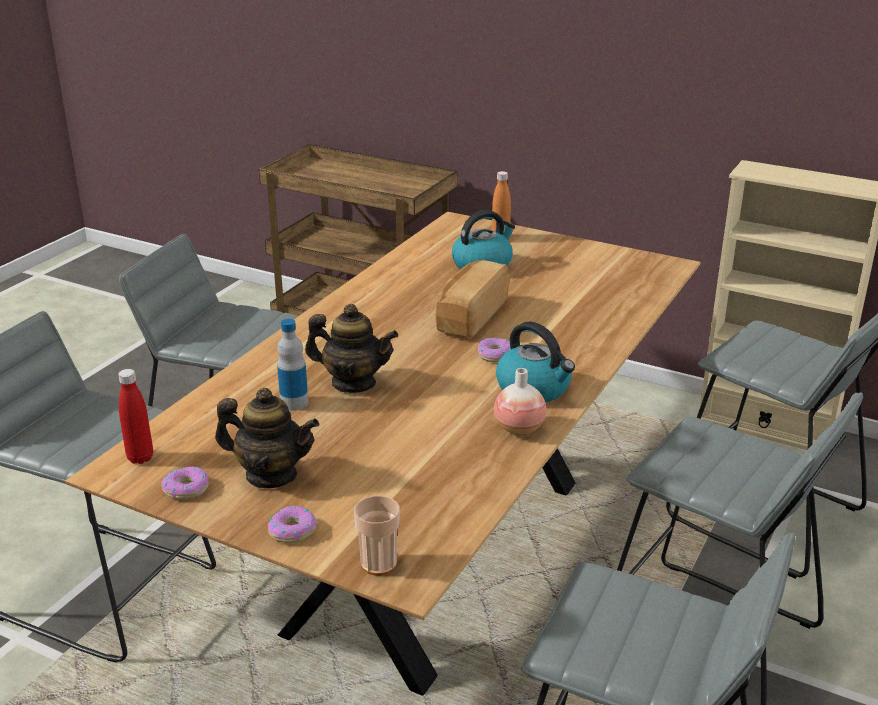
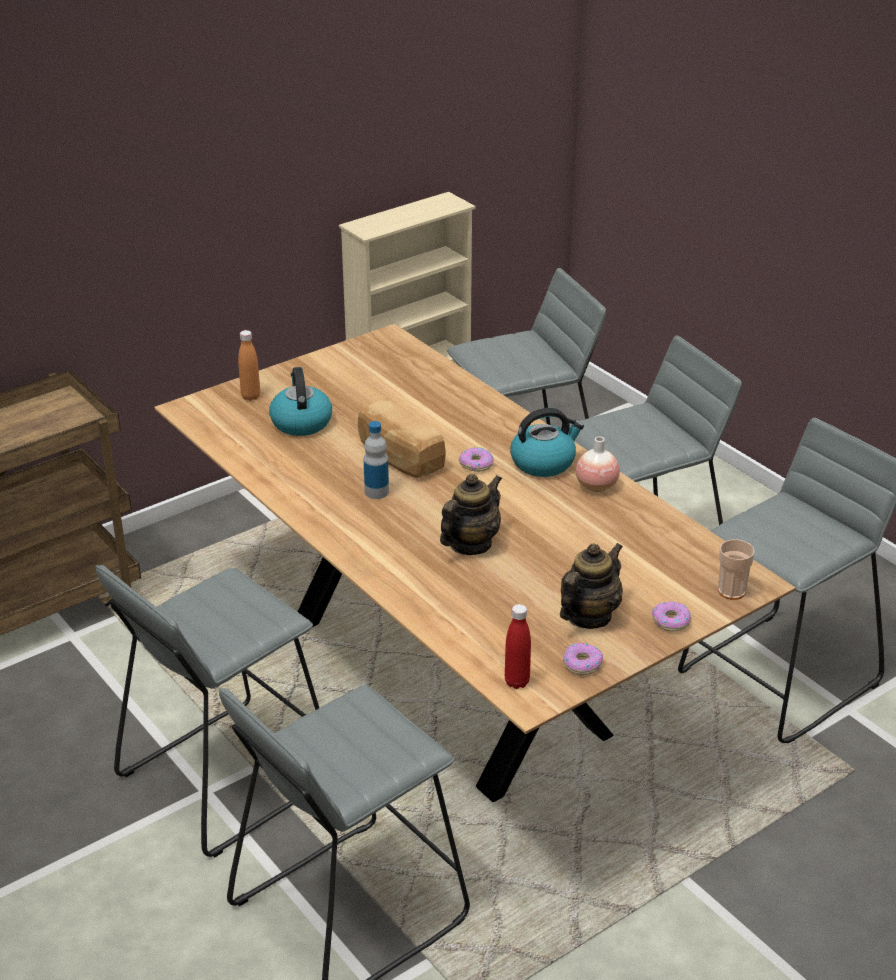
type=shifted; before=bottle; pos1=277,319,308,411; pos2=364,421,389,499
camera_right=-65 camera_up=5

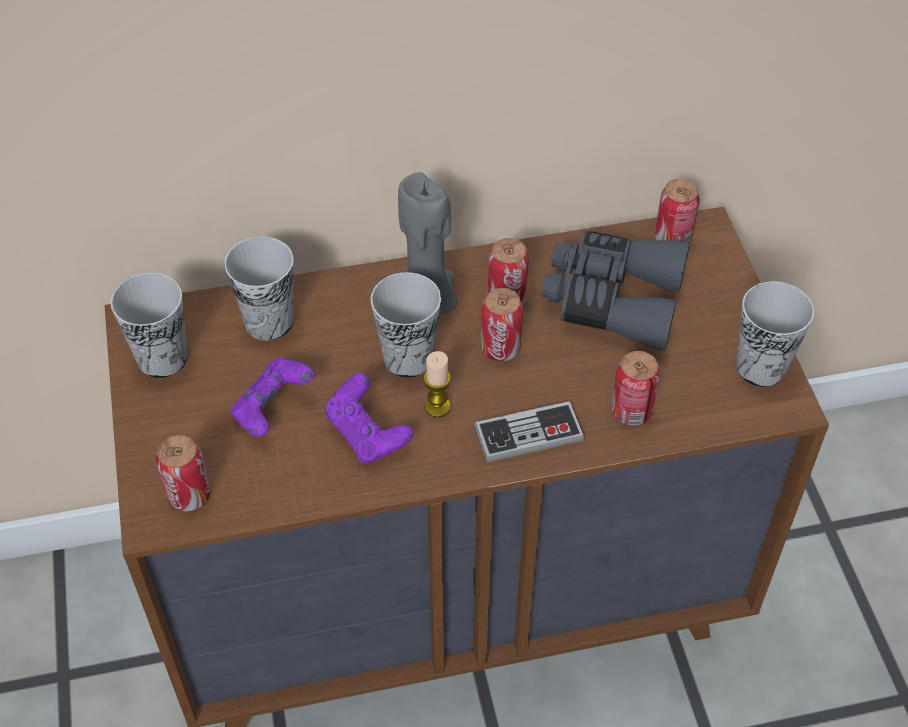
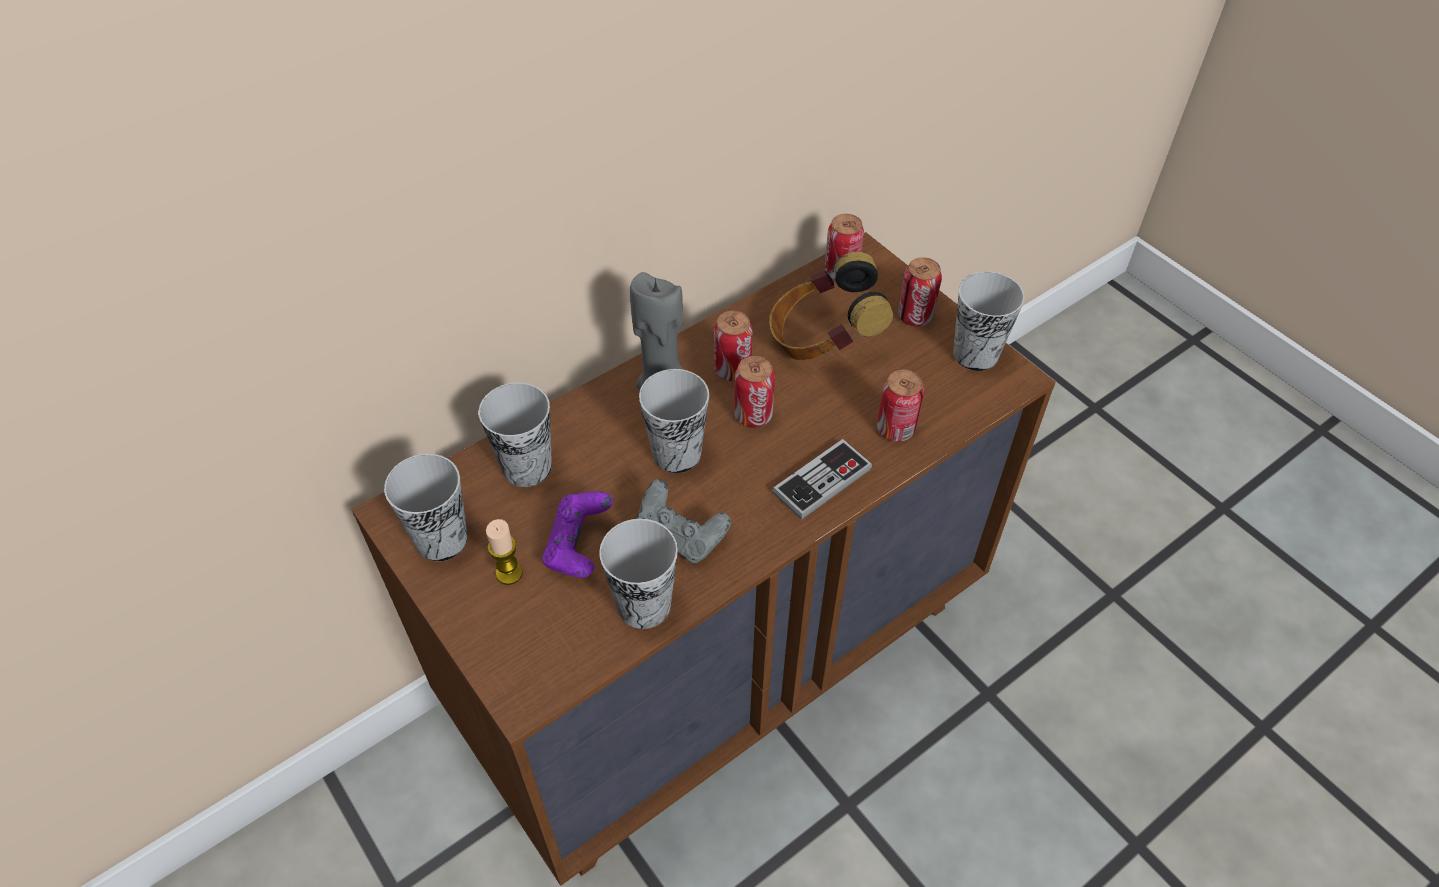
type=shifted; before=metal can; pos1=156,435,210,512; pos2=898,257,942,326
type=repainted; before=purplish game controller; after=grey game controller; pos1=325,373,413,464; pos2=637,479,731,563
type=shifted; before=wax light; pos1=424,351,451,418; pos2=486,519,523,585
type=swapped; before=grey field glasses; after=pair of headphones; pos1=541,231,690,351; pos2=769,252,893,360
type=new; after=small cup; pos2=599,519,678,629
camera_right=-25 camera_up=0

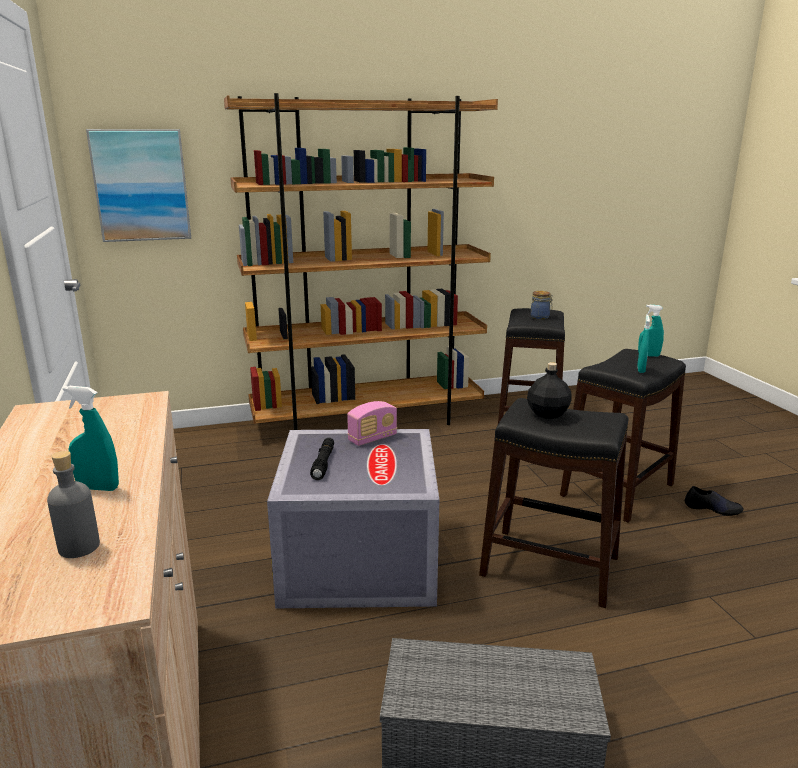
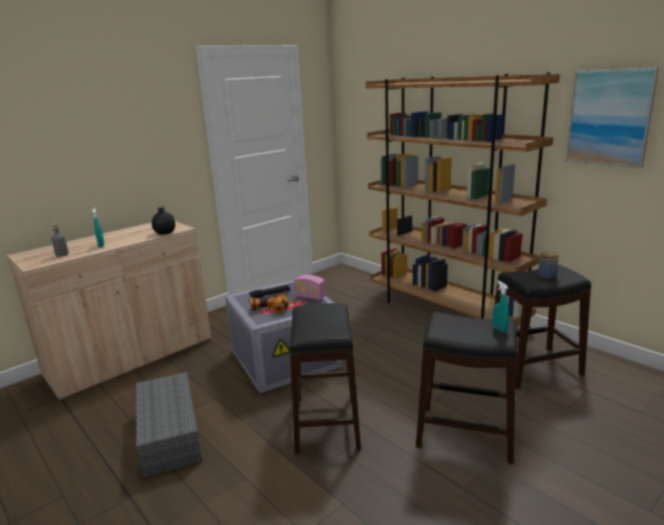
type=shifted; before=wall art; pos1=86,129,191,242; pos2=566,67,659,168
type=shifted; before=black bottle; pos1=527,362,572,419; pos2=152,204,175,235
type=gone; before=blue-green spray bottle; pos1=637,315,650,373
type=gone; before=black item of footwear; pos1=685,486,744,516
type=new; after=power drill; pos2=250,290,289,313
camera_right=65 camera_up=0

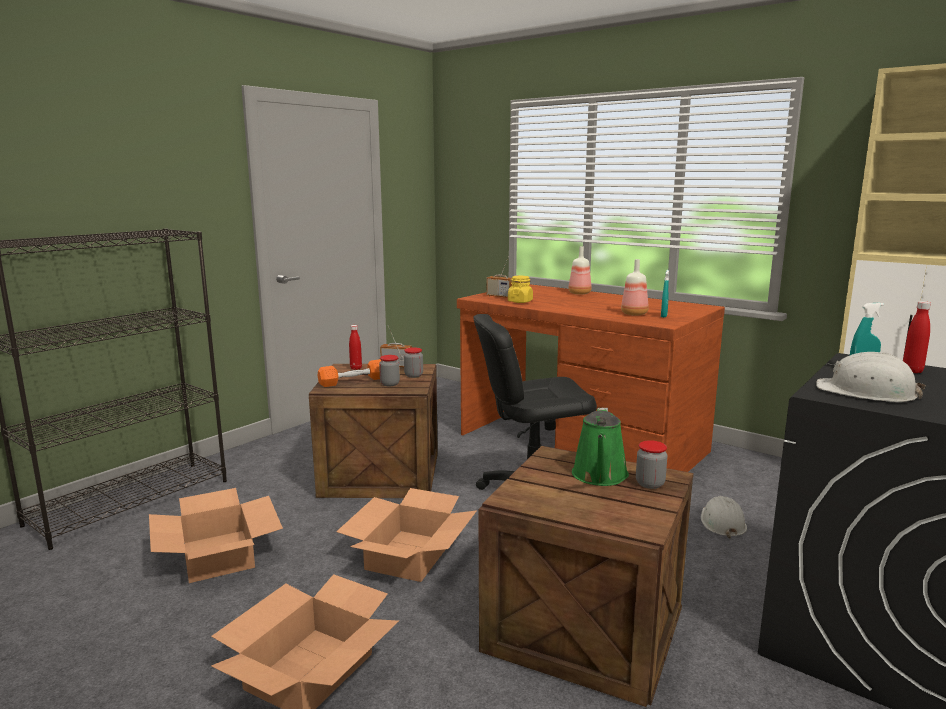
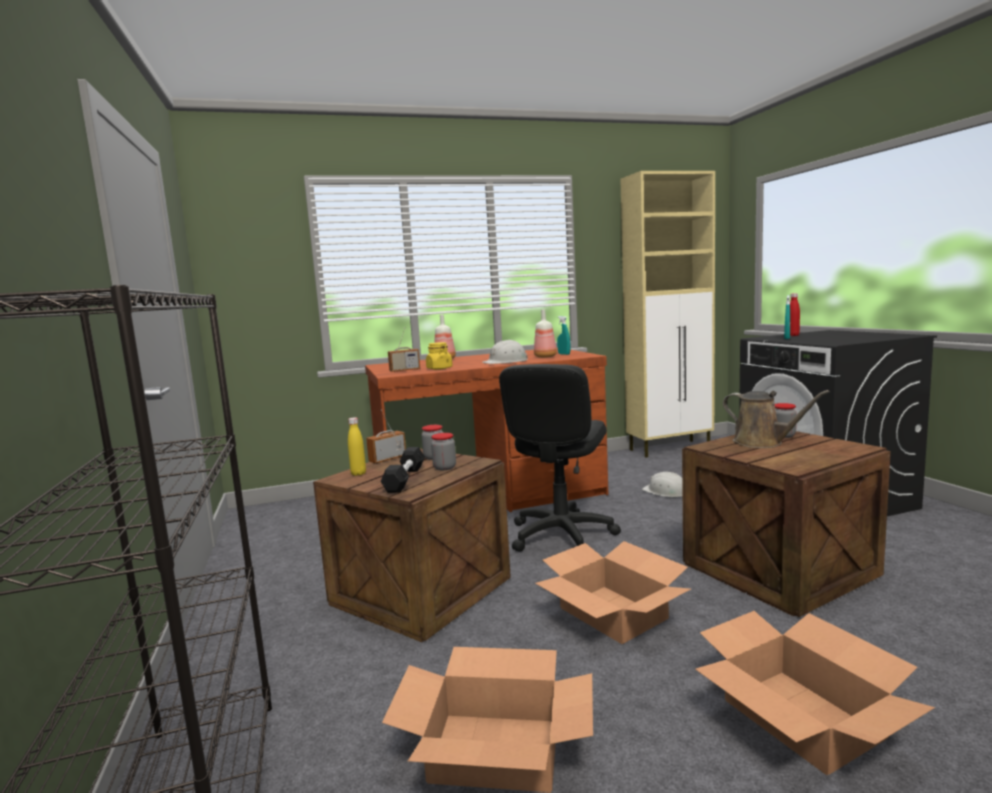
type=repainted; before=orange dumbbell; after=black dumbbell; pos1=318,359,381,387; pos2=381,447,425,493
type=repainted; before=red bottle; after=yellowish bottle; pos1=349,325,362,370; pos2=348,417,366,476
type=repainted; before=greenish watering can; after=brown-coloured watering can; pos1=572,408,629,486; pos2=723,390,830,448
type=shifted; before=white hard hat; pos1=816,352,926,402; pos2=482,340,528,364
camera_right=-55 camera_up=-5

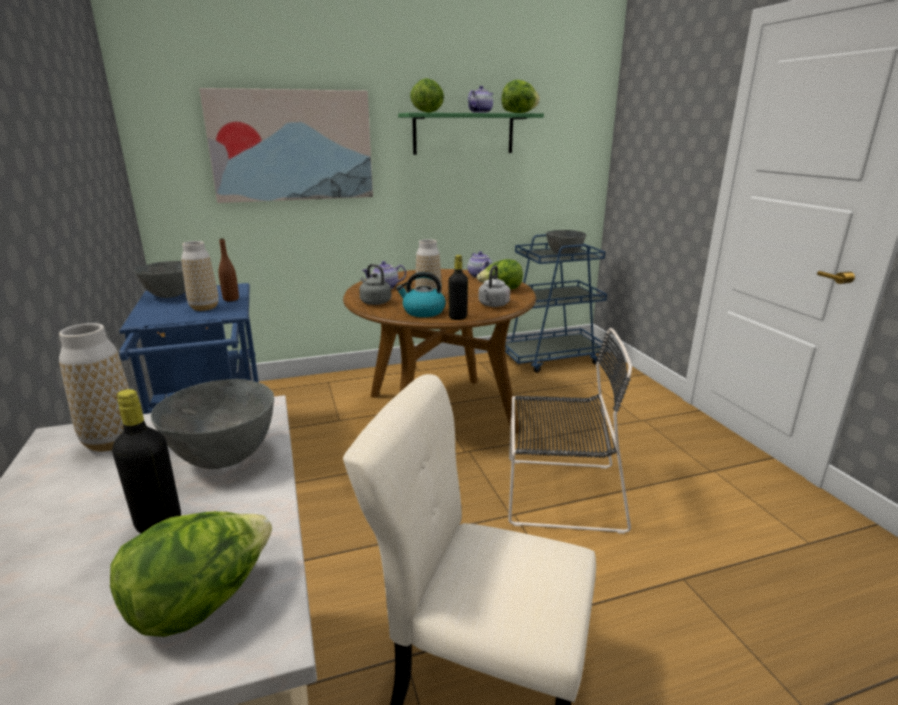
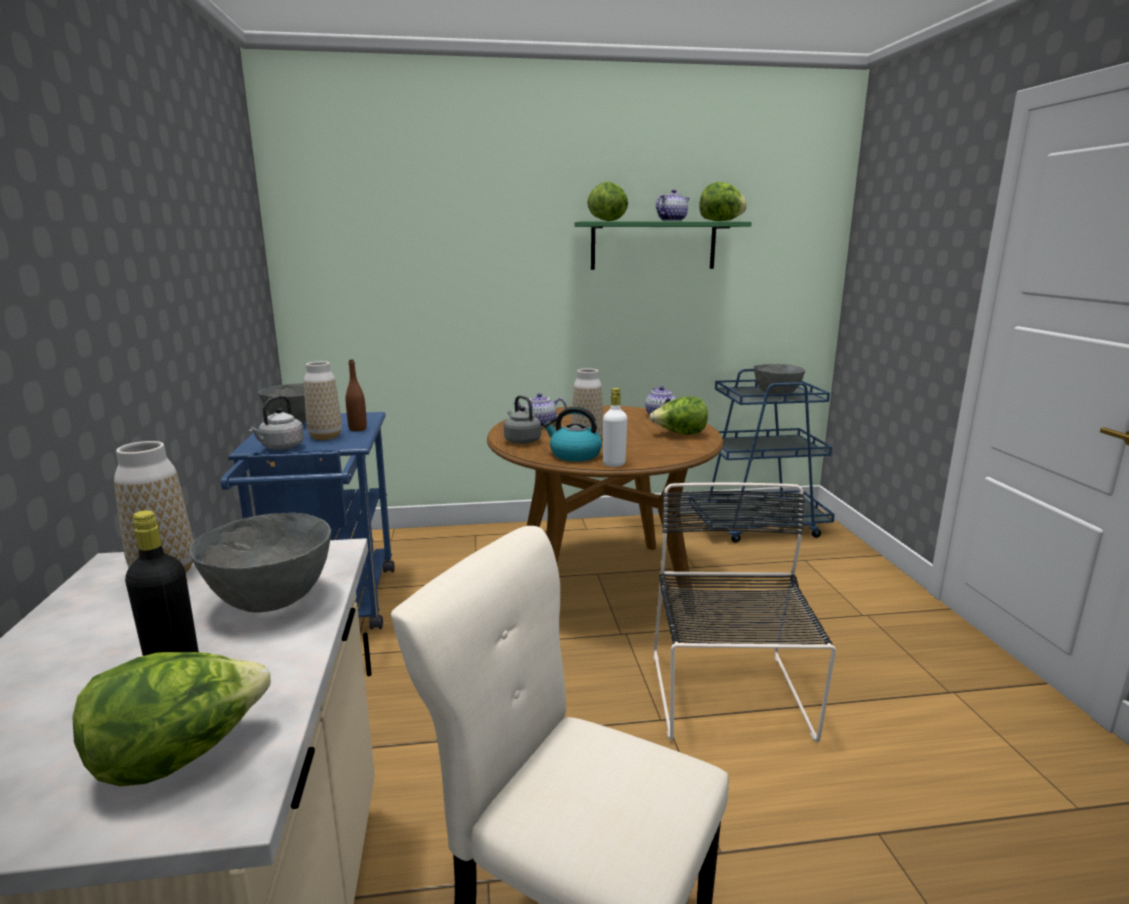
type=gone; before=wall art; pos1=199,88,373,203
type=repainted; before=black bottle; after=white bottle; pos1=448,255,468,320; pos2=603,388,627,467
type=shifted; before=grey water kettle; pos1=478,265,510,307; pos2=248,395,304,450
type=rotated; before=black chair; pos1=508,328,632,534; pos2=653,483,836,742; turn=-105
camera_right=10 camera_up=-5

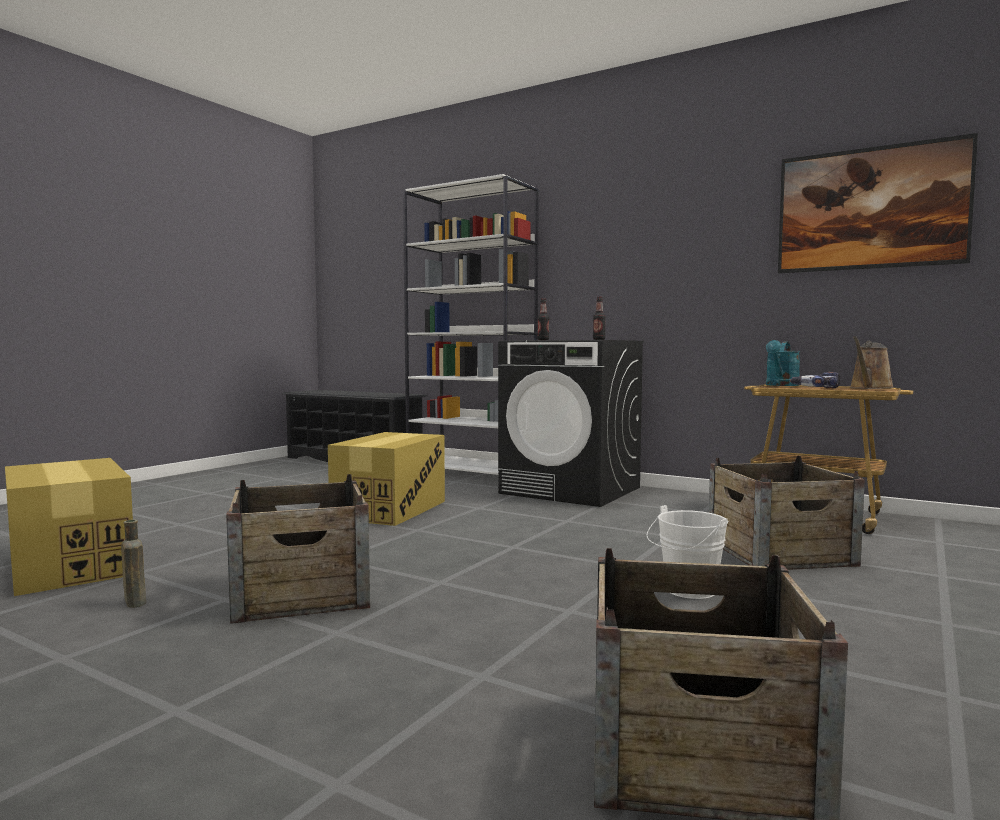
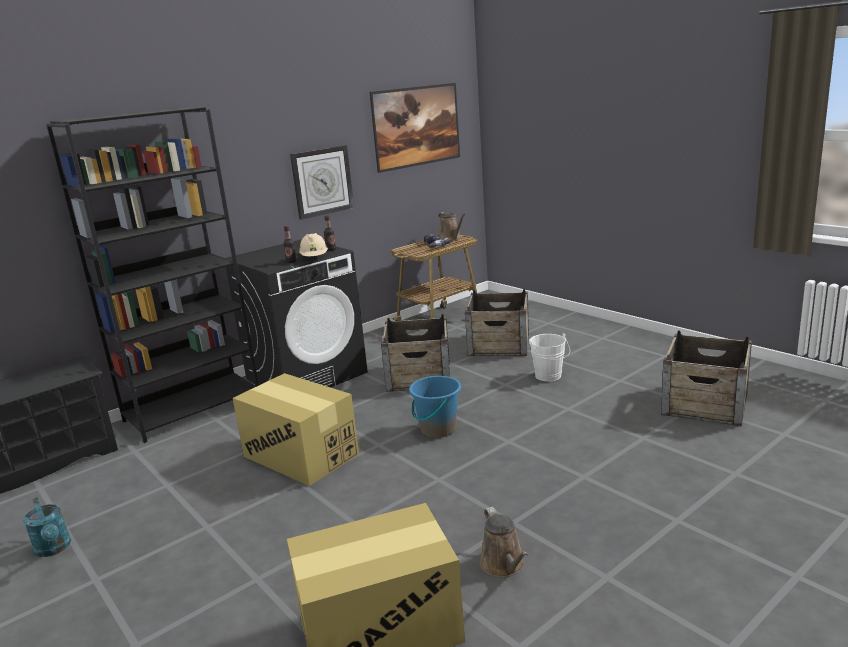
type=swapped; before=brown-coloured bottle; after=brown-coloured watering can; pos1=121,520,146,608; pos2=480,507,528,577
type=shifted; before=packing crate; pos1=226,474,370,624; pos2=381,314,450,392
type=repainted; before=white bookshelf; after=black bookshelf; pos1=403,174,539,475; pos2=46,107,259,443
type=shifted; before=blue-green watering can; pos1=766,340,800,386; pos2=23,497,71,557
type=new; after=hanging clock; pos2=290,145,354,220
type=new; after=beige-coloured hard hat; pos2=299,233,328,256
type=new; after=blue water bucket; pos2=409,376,461,438
camera_right=-70 camera_up=15

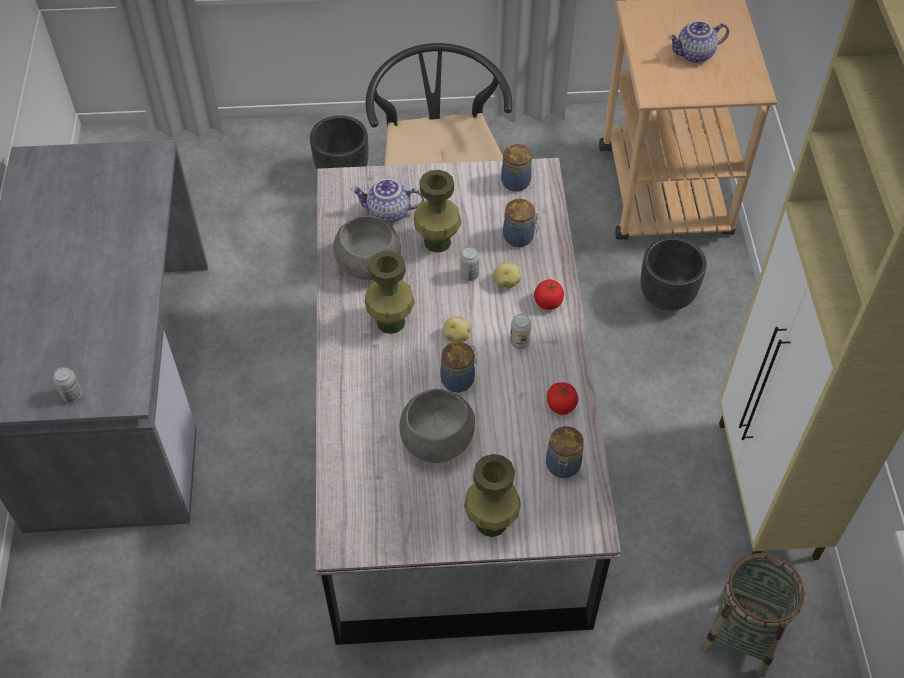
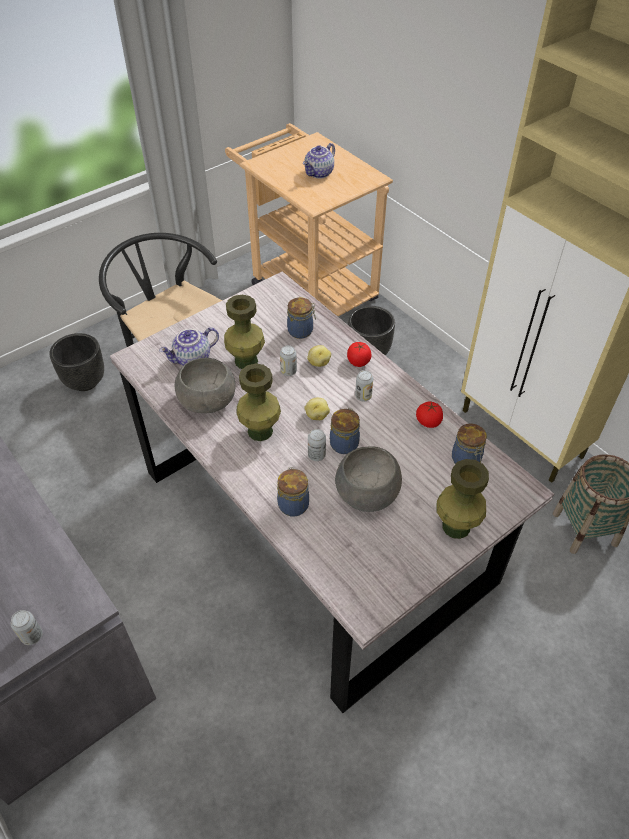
type=shifted; before=preserve jar; pos1=501,144,532,192; pos2=277,467,309,517
type=new; after=metal can; pos2=308,429,326,461
camera_right=-35 camera_up=-5

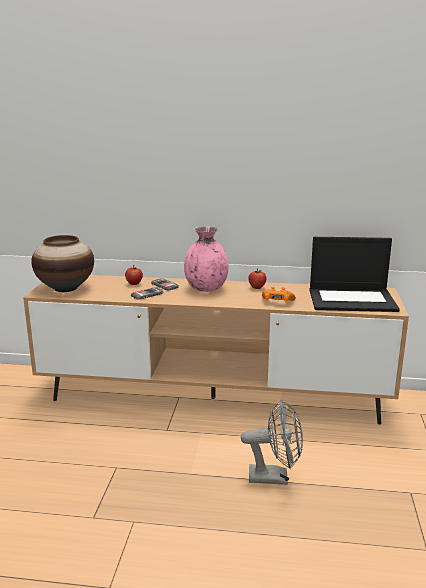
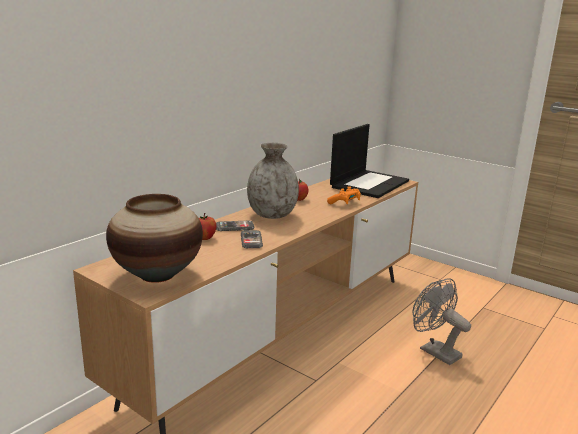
type=repainted; before=pink-coloured decorative vase; after=grey decorative vase; pos1=184,226,229,292; pos2=247,142,299,219
type=rotated; before=grey electric fan; pos1=241,399,303,485; pos2=412,278,471,365; turn=-75
camera_right=-60 camera_up=0

